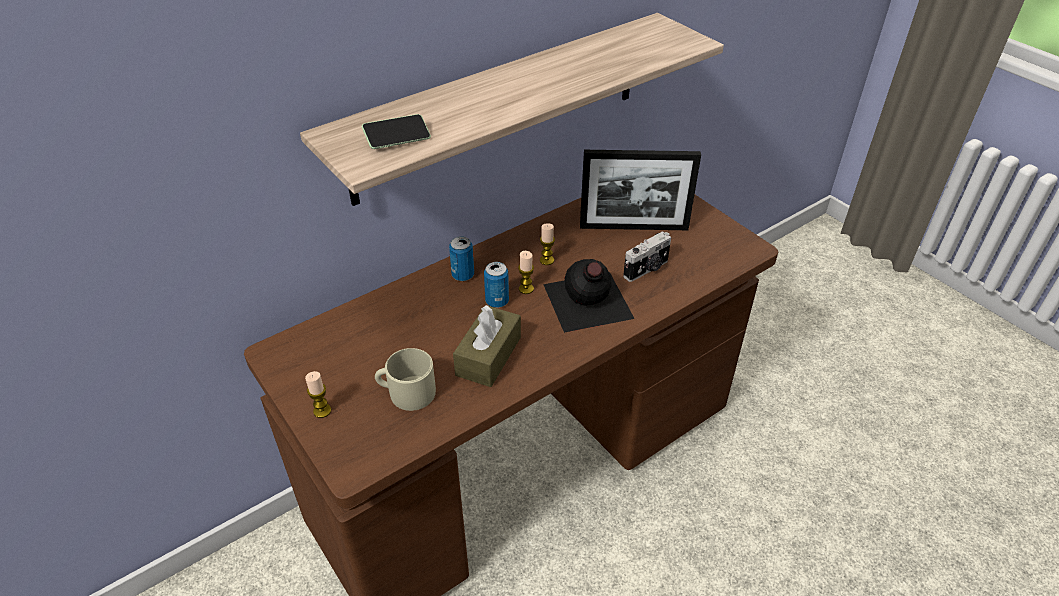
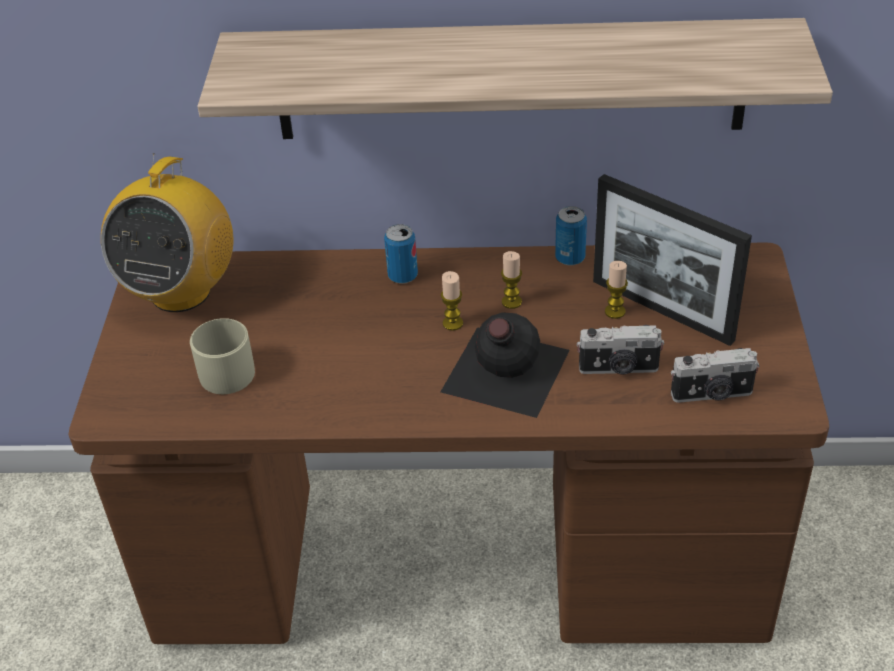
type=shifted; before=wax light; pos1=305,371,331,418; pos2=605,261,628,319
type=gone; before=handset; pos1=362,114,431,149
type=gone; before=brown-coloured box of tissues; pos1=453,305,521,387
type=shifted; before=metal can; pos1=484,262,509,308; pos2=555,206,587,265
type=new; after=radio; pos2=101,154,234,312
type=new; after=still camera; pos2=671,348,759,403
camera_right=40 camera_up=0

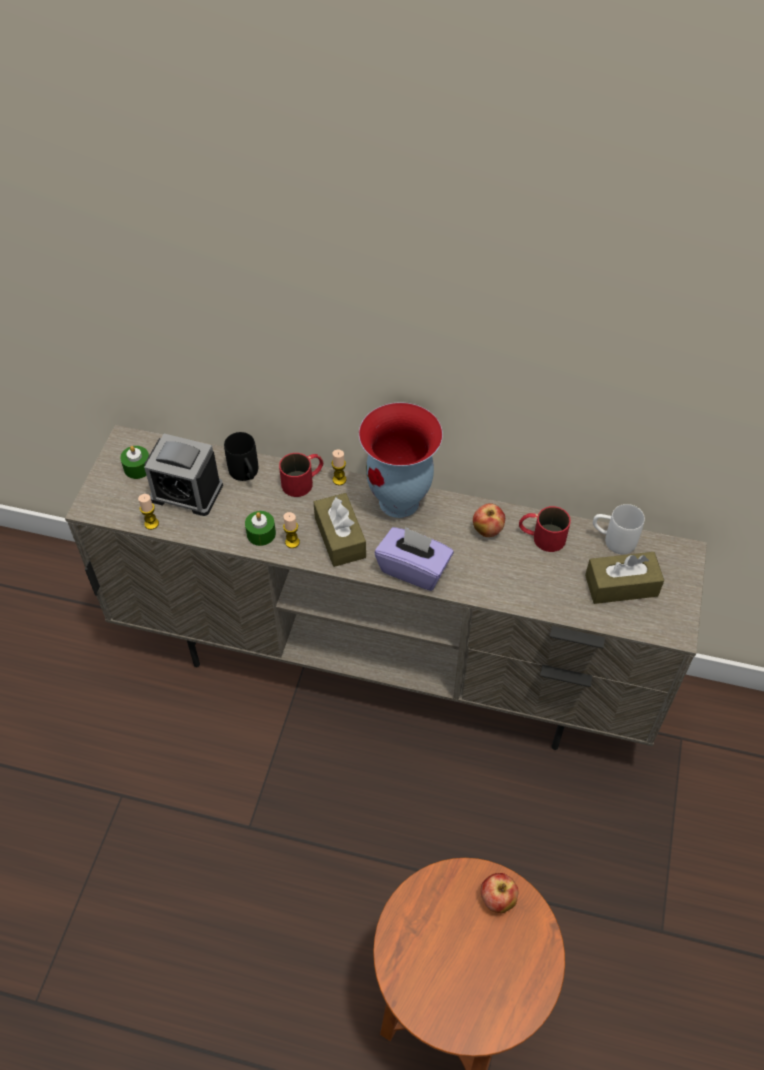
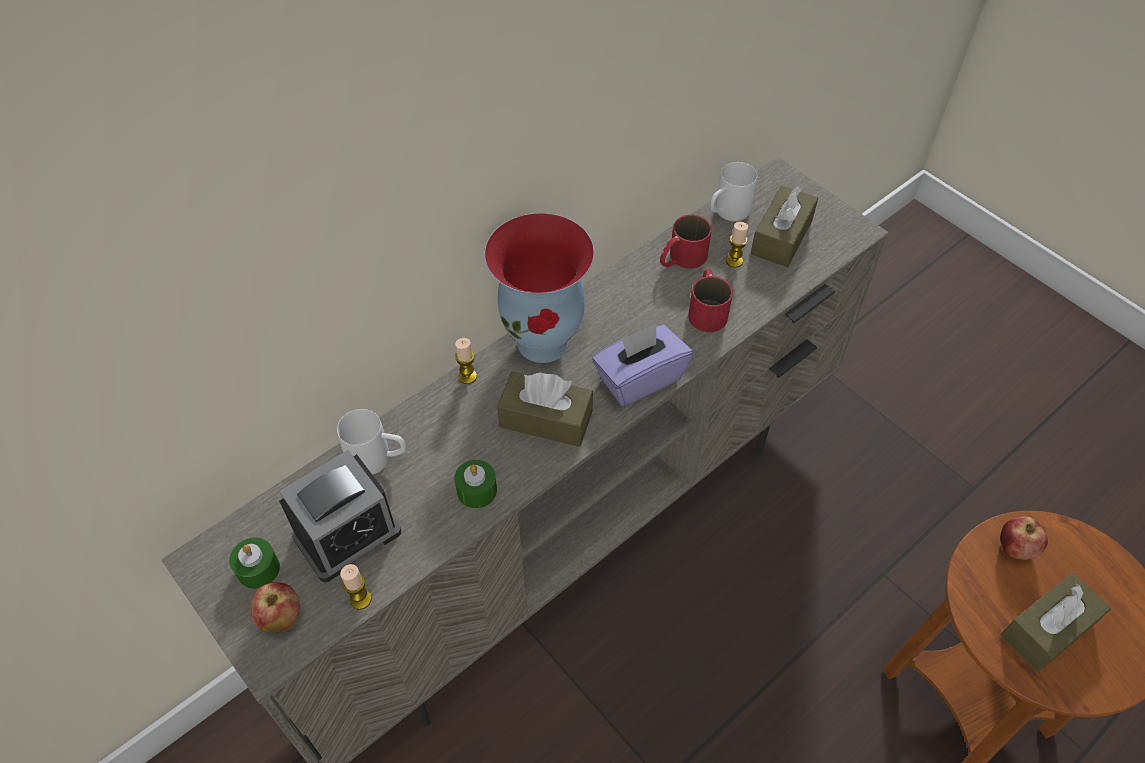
type=repainted; before=black mug; after=white mug; pos1=224,432,258,481; pos2=337,409,406,475
type=shifted; before=red mug; pos1=279,453,323,497; pos2=688,269,733,332
type=shifted; before=wax light; pos1=283,512,300,548; pos2=726,222,748,268
type=shifted; before=apple; pos1=473,503,505,537; pos2=250,582,300,633
type=new; after=brown-coloured box of tissues; pos2=1001,573,1111,672
camera_right=-55 camera_up=0

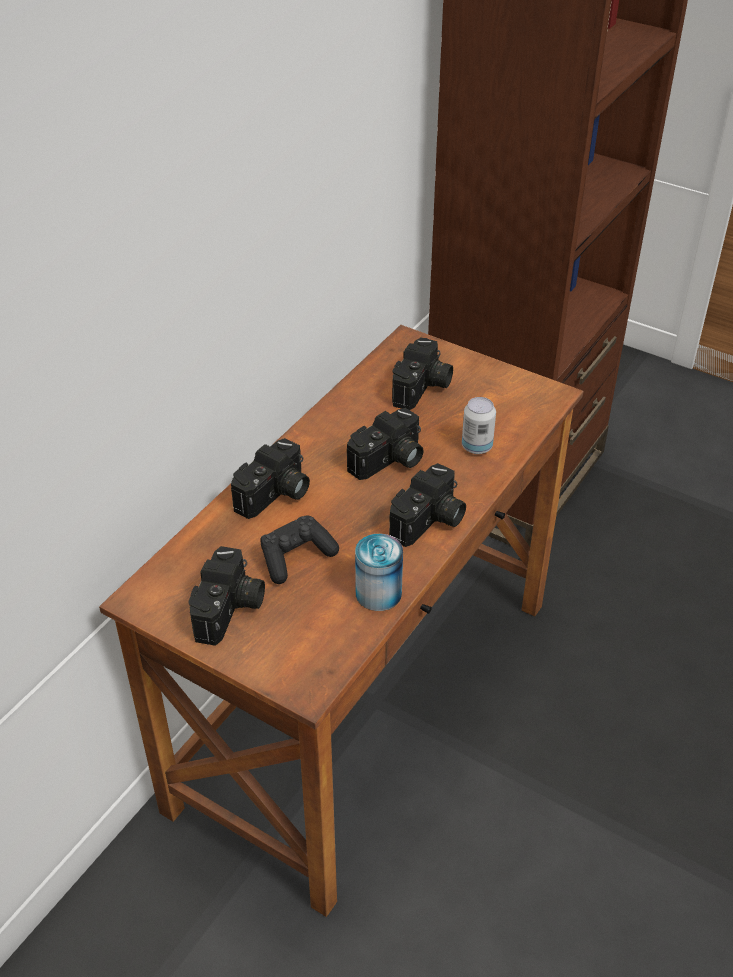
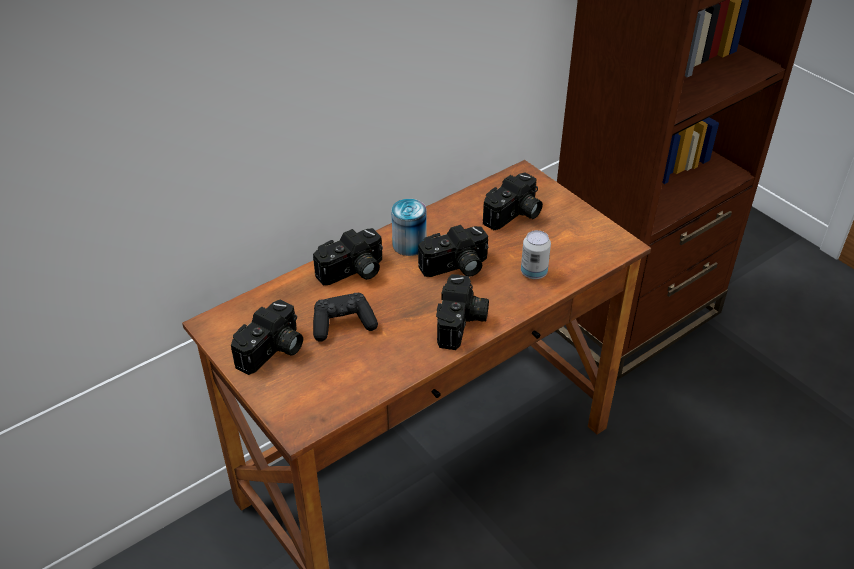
type=shifted; before=metal can; pos1=355,534,403,611; pos2=391,199,426,256
type=rotated; before=still camera; pos1=389,463,466,547; pos2=436,274,489,350; turn=-45
camera_right=20 camera_up=0

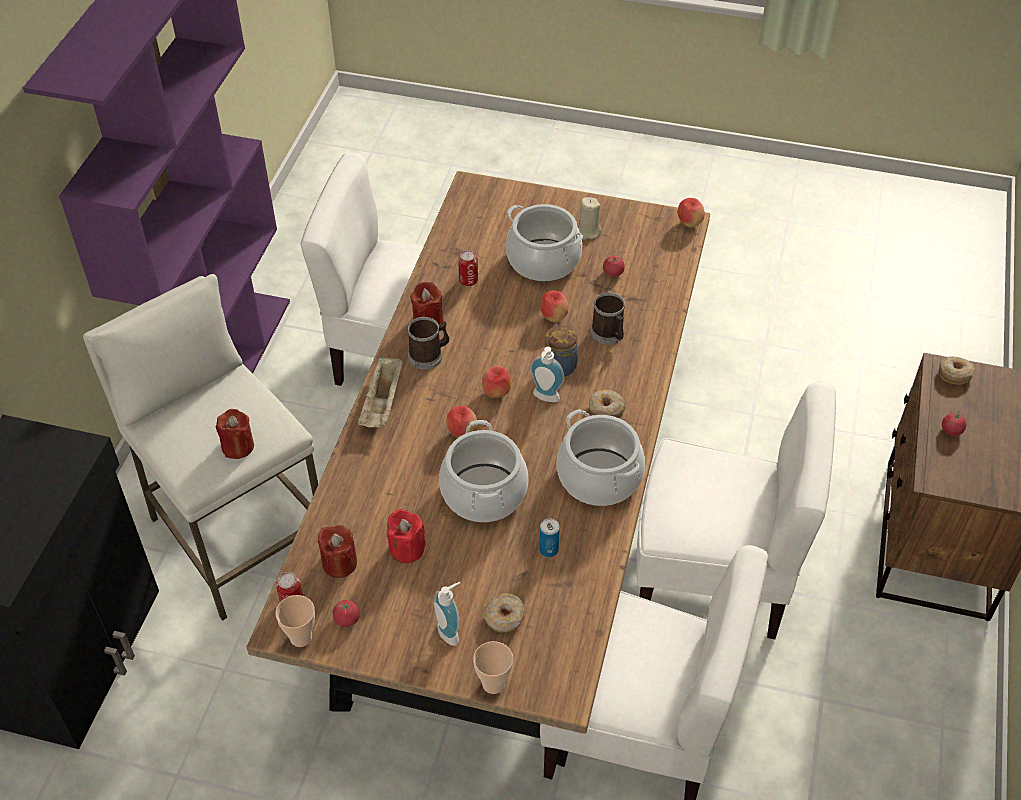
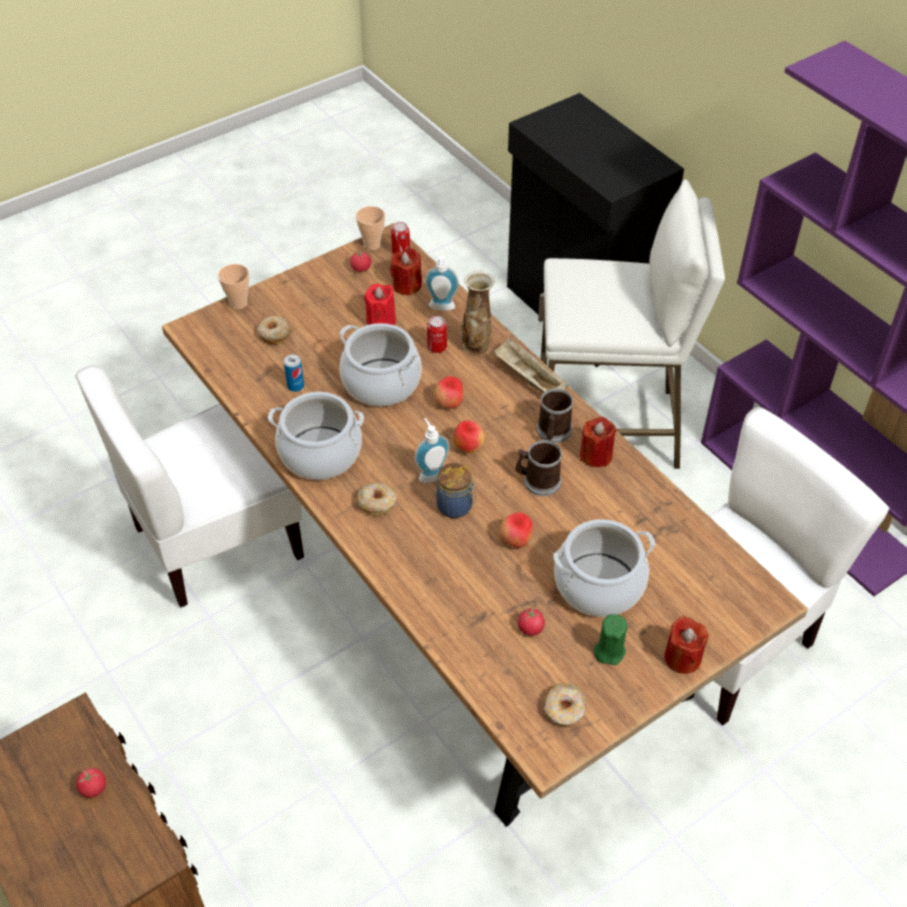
type=shifted; before=red wax light; pos1=216,409,254,459; pos2=664,616,708,674
type=shifted; before=soap dispenser; pos1=434,582,460,646; pos2=425,255,459,311
type=shifted; before=metal can; pos1=458,250,478,286; pos2=427,316,447,353
type=repainted; before=beige-coloured wax light; after=greenish wax light; pos1=578,197,602,240; pos2=594,614,627,665
type=shifted; before=mug; pos1=590,293,625,345; pos2=516,440,562,496
type=gone; before=white chair; pos1=637,382,836,639
type=gone; before=apple; pos1=678,198,705,227
type=shifted; before=donut; pos1=939,356,975,385; pos2=544,683,586,726
type=new; after=decorative vase; pos2=461,270,495,356
camera_right=130 camera_up=0

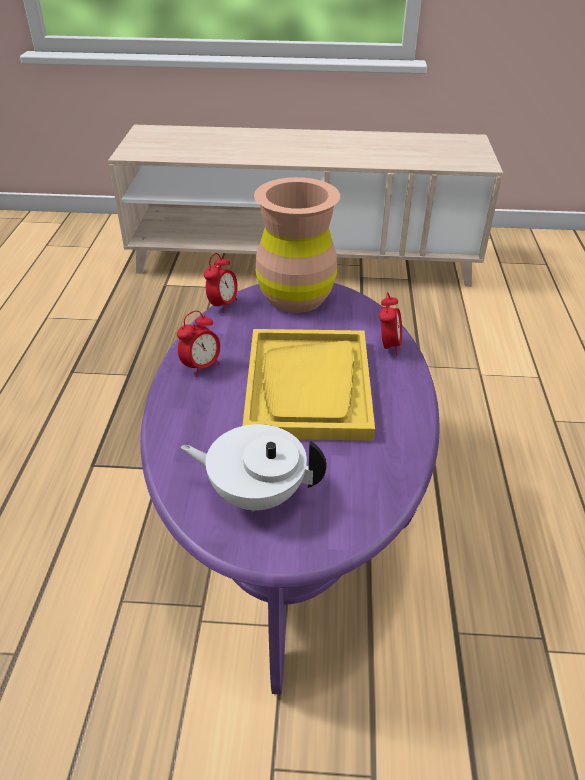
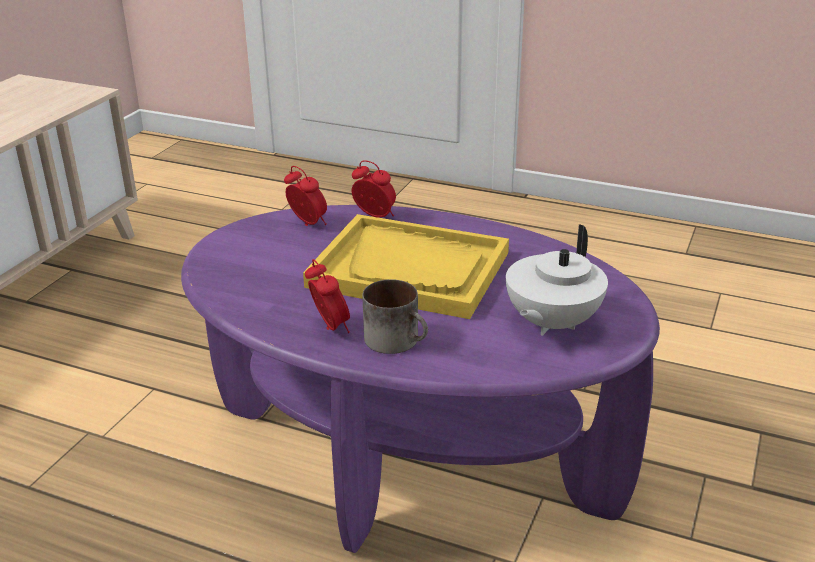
type=shifted; before=table clock; pos1=204,253,238,313; pos2=284,166,327,226
type=gone; before=brown-coloured decorative vase; pos1=254,177,340,313
type=new; after=mug; pos2=362,279,428,354
camera_right=-70 camera_up=-10

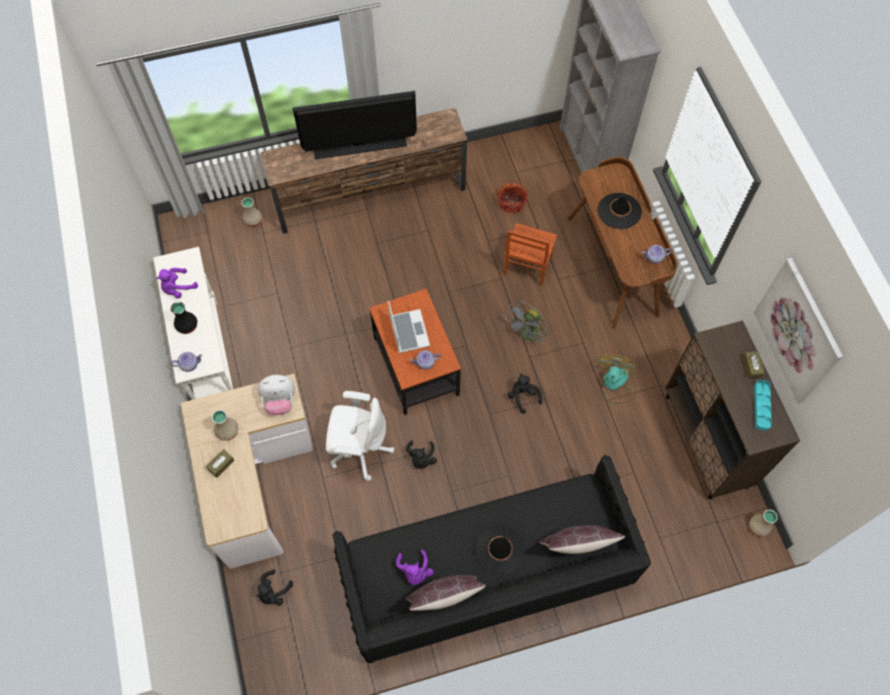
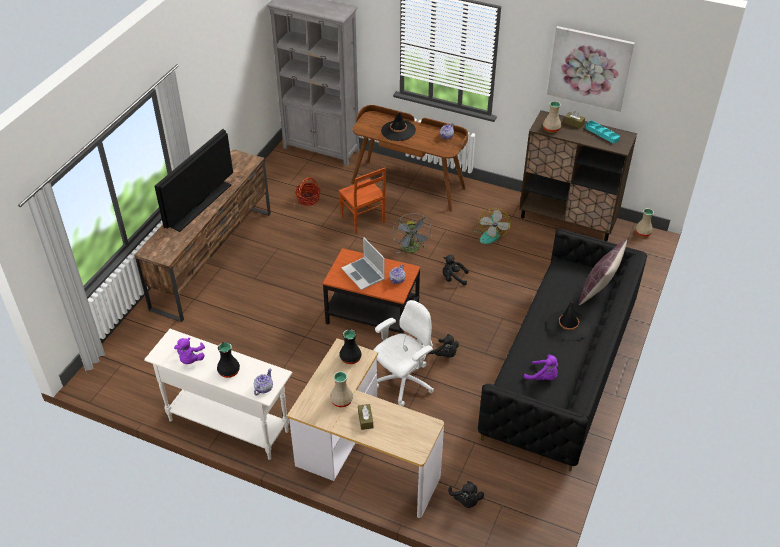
type=shifted; before=beige-coloured decorative vase; pos1=242,197,262,227; pos2=543,101,561,133
type=swapped; before=cuddly toy; after=black decorative vase; pos1=258,375,295,415; pos2=339,329,361,364
type=rotated; before=notebook computer; pos1=388,301,430,353; pos2=341,237,385,290; turn=-150
type=gone; before=brown-coloured pillow; pos1=405,575,486,611
type=rotated; before=electric fan; pos1=596,355,636,404; pos2=473,209,511,244; turn=-135
camera_right=-50 camera_up=-20

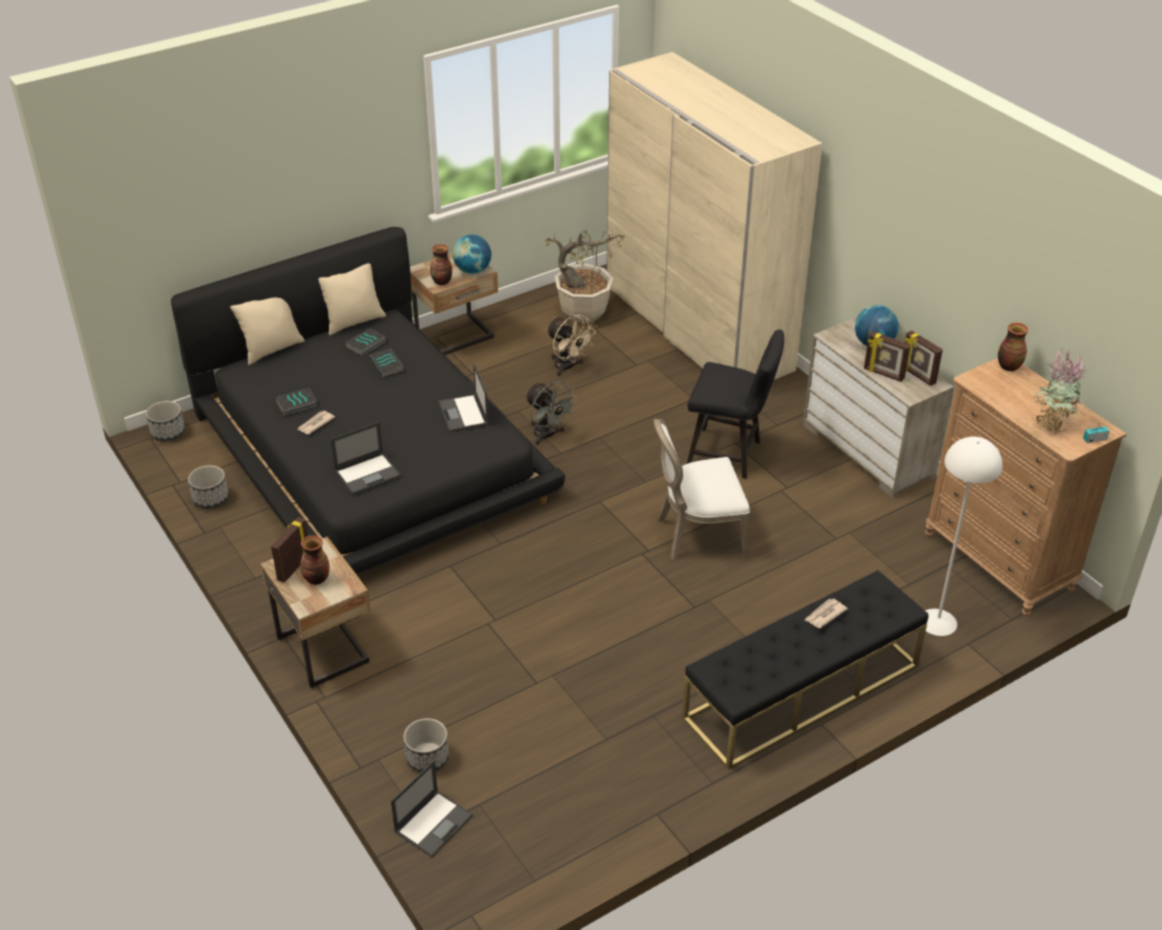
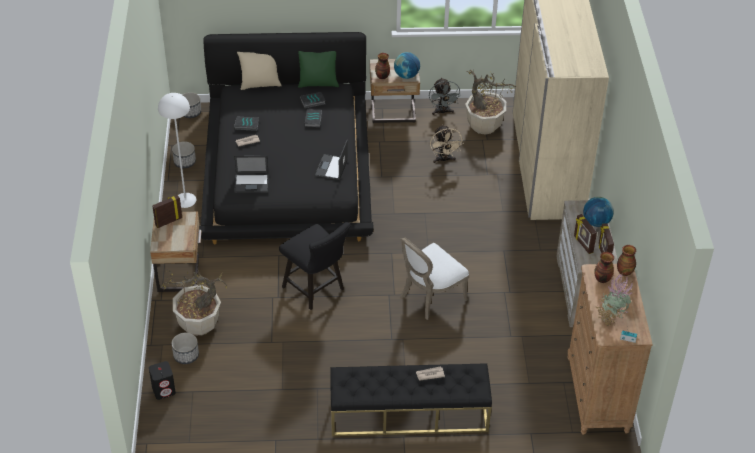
type=shifted; before=decorative vase; pos1=300,536,330,585; pos2=594,252,614,283
type=repainted; before=beige-coloured pillow; after=greenish pillow; pos1=319,263,386,335; pos2=298,51,339,88
type=swapped; before=notebook computer; after=black speaker; pos1=391,761,473,857; pos2=149,361,176,400
type=shifted; before=grey electric fan; pos1=525,382,577,445; pos2=429,77,461,115
type=rotated; before=white chair; pos1=654,419,750,560; pos2=400,237,469,320; turn=-60
type=shifted; before=black chair; pos1=687,330,784,479; pos2=279,222,351,310
type=shifted; before=white standing lamp; pos1=925,437,1002,636; pos2=158,93,196,208
type=new; after=potted plant; pos2=161,269,228,336
camera_right=30 camera_up=5

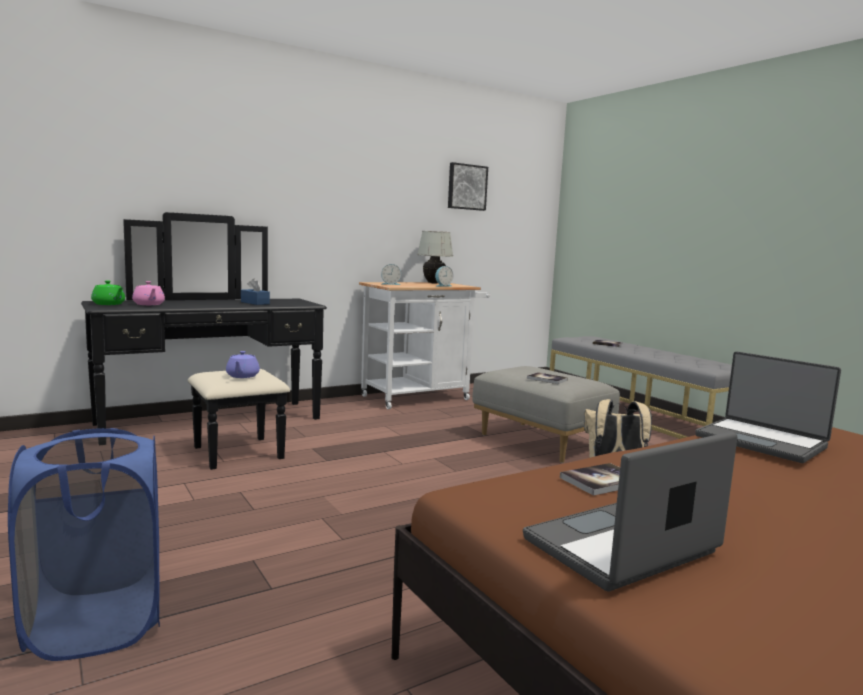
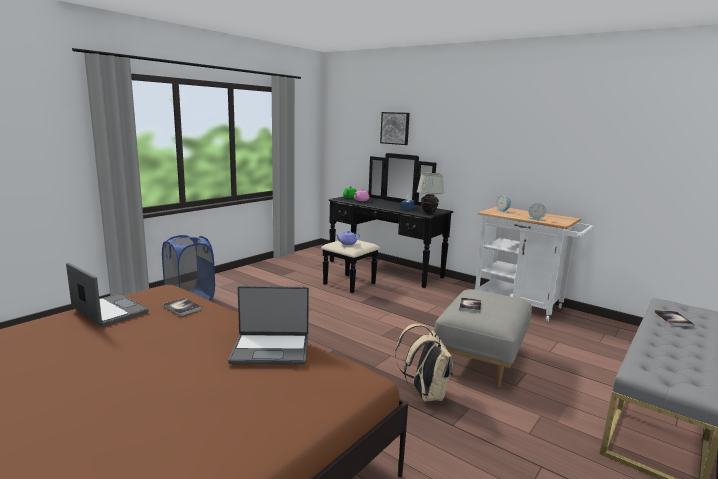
type=shifted; before=white lamp for a table; pos1=417,231,453,284; pos2=417,173,444,213
type=shifted; before=wall art; pos1=448,162,488,211; pos2=380,112,410,145
type=rotated; before=notebook computer; pos1=695,351,841,463; pos2=228,286,309,365; turn=-120
camera_right=70 camera_up=5

